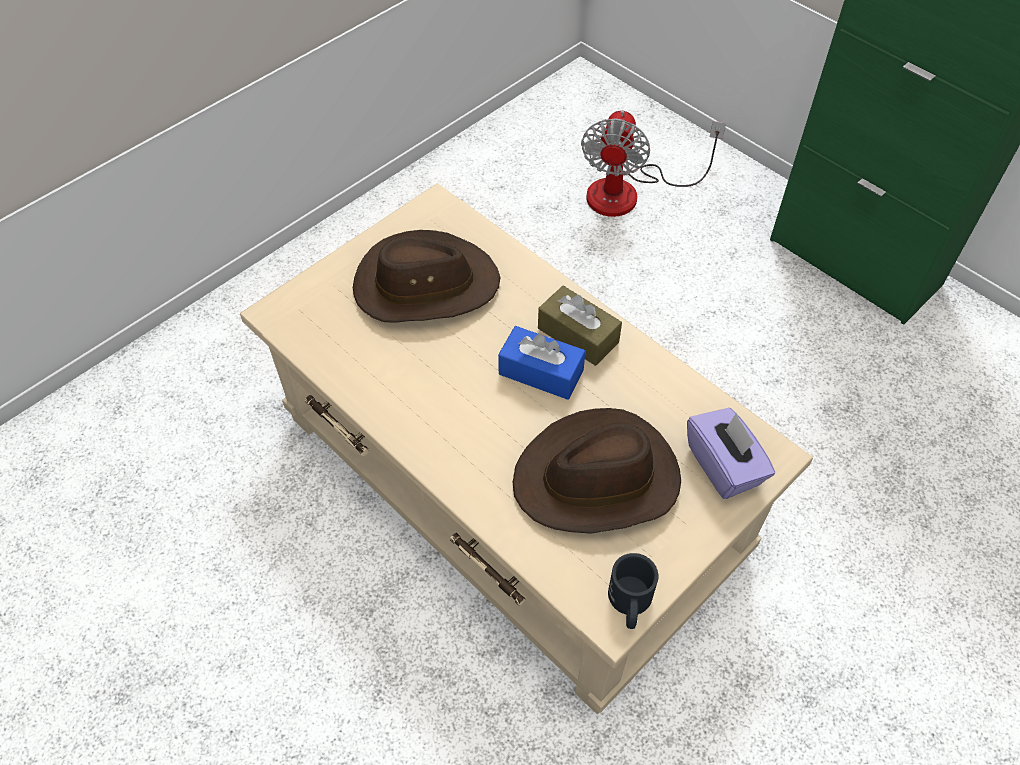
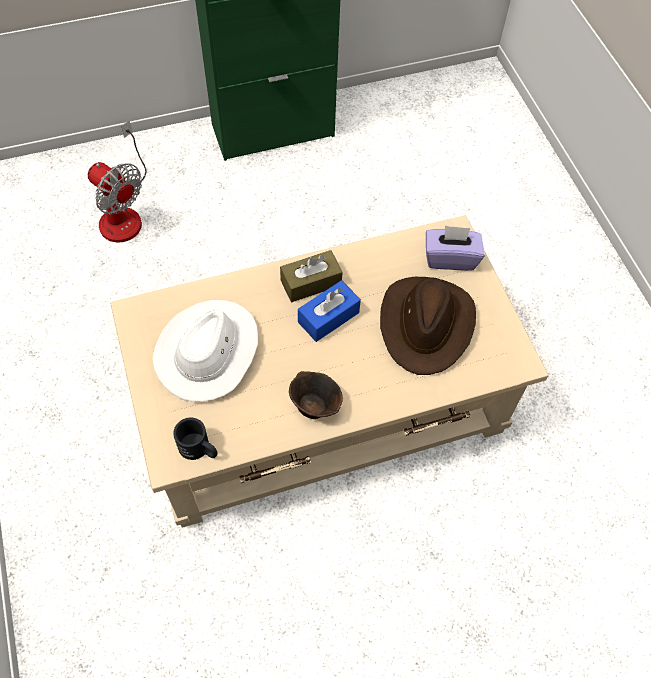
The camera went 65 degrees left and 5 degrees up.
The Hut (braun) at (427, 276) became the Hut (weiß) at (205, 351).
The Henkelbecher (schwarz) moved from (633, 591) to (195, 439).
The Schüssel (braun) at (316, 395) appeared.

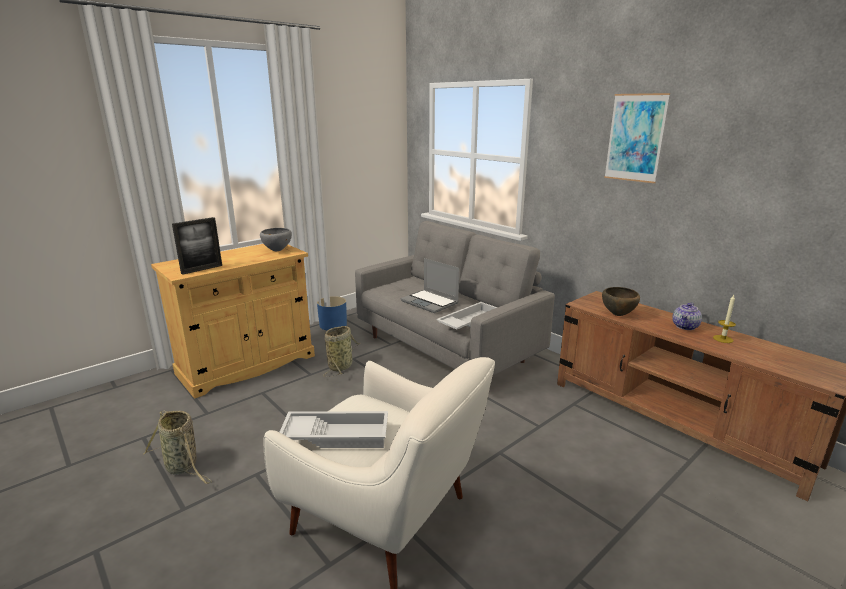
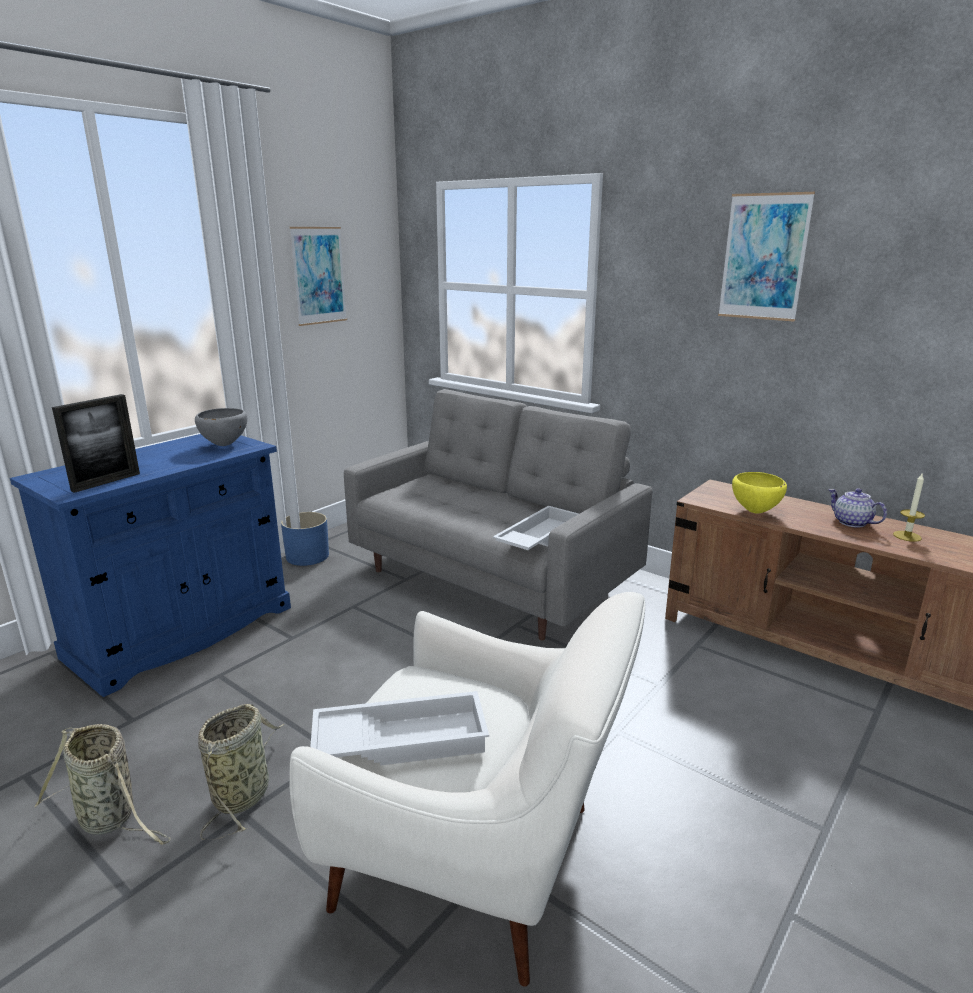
The camera went 10 degrees left and 0 degrees up.
The Schrank (beige) at (233, 321) became the Schrank (blau) at (150, 565).
The Korb moved from (341, 351) to (241, 772).
The Bild at (318, 276) appeared.
The Schüssel (braun) at (621, 301) became the Schüssel (gelb) at (759, 492).
The Teekanne at (687, 316) turned 120 degrees clockwise.
The Laptop at (430, 285) disappeared.

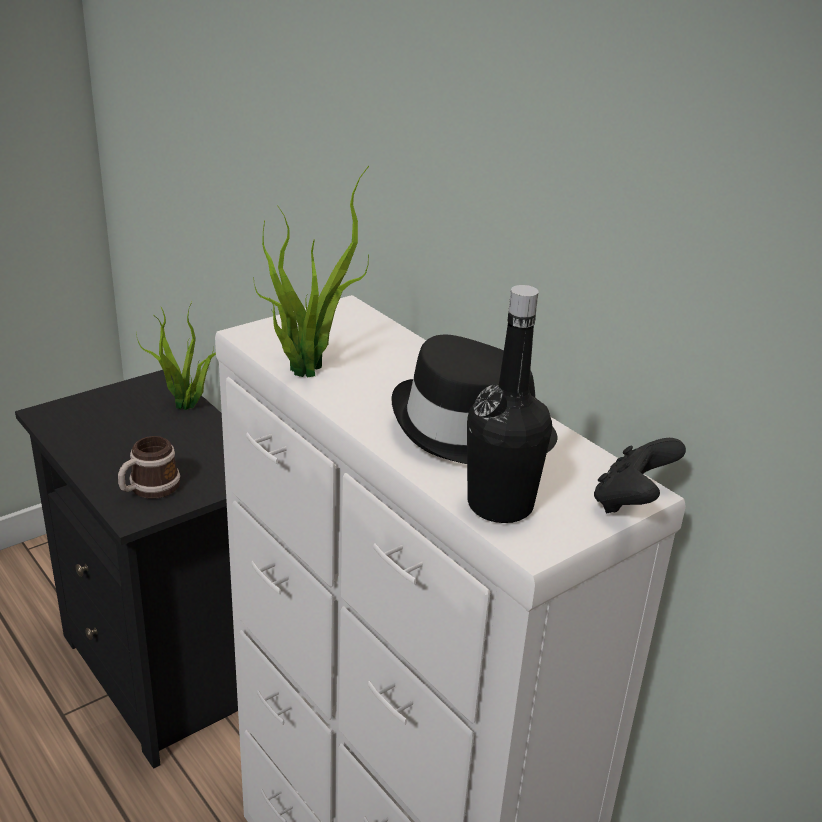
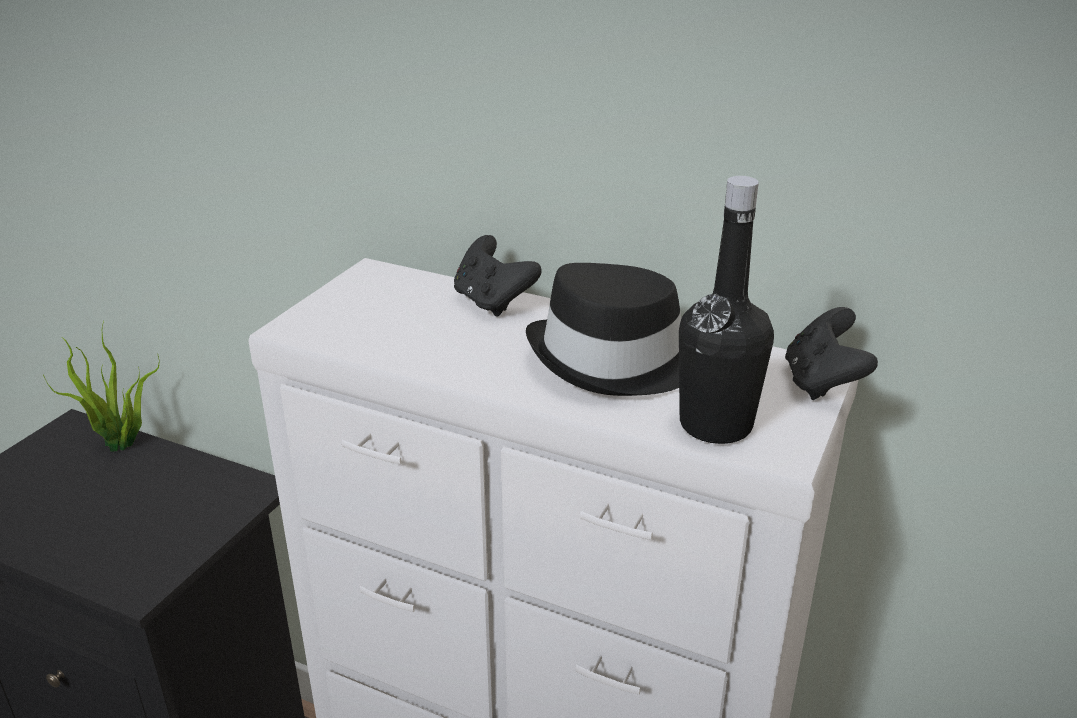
The camera went 25 degrees left and 0 degrees up.
The Gamepad (schwarz) at (498, 276) appeared.
The Henkelbecher at (149, 467) disappeared.
The Topfpflanze at (311, 271) disappeared.

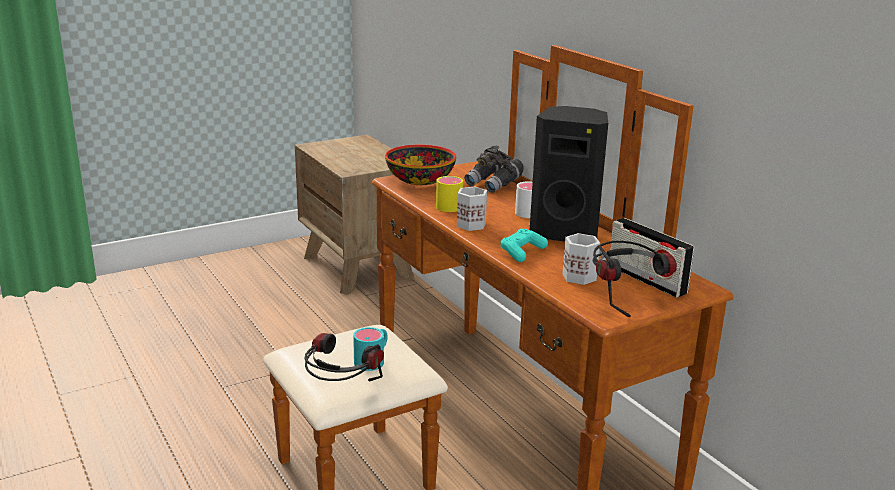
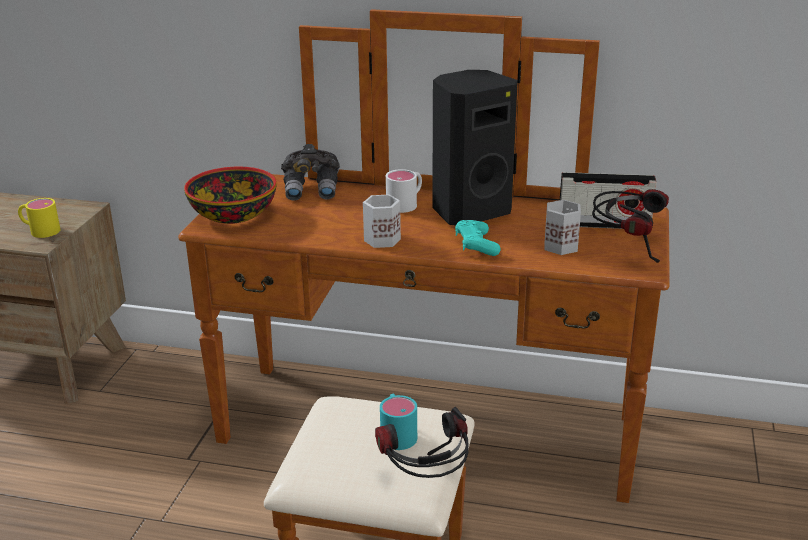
The camera went 45 degrees left and 5 degrees up.
The Henkelbecher (gelb) moved from (449, 194) to (39, 218).

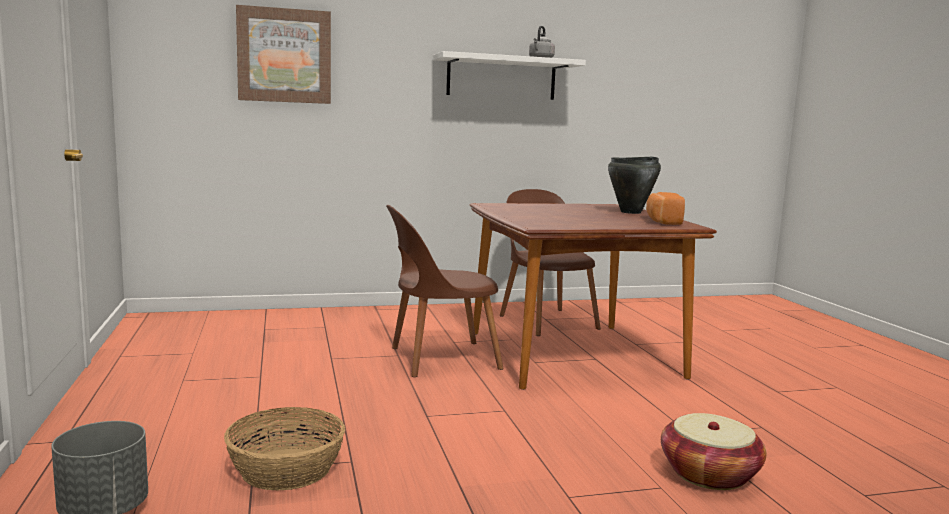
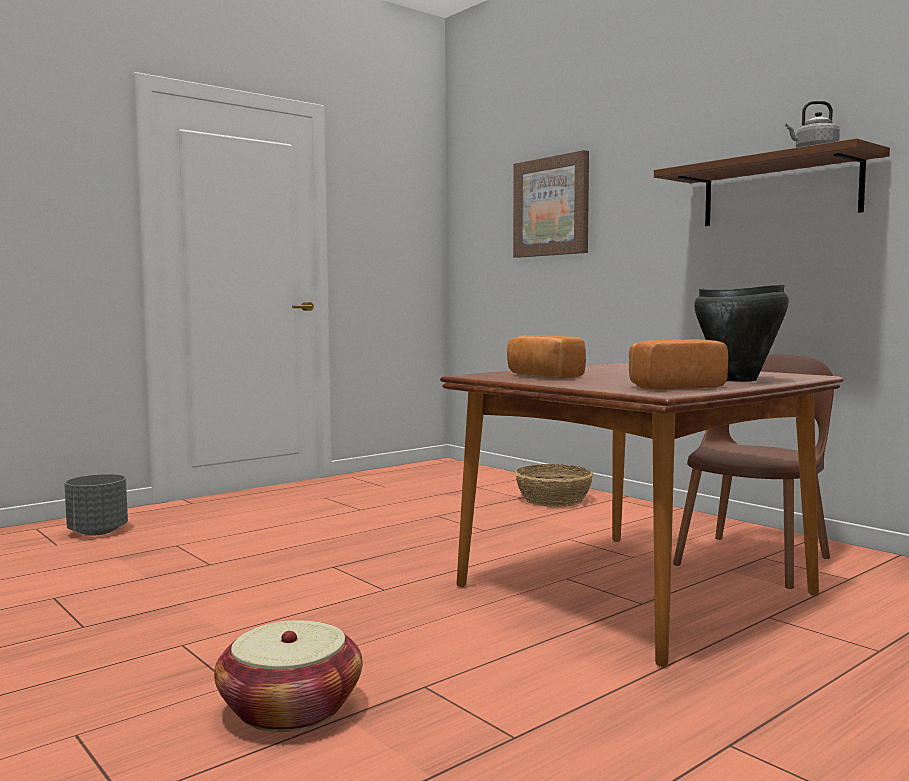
The camera went 65 degrees right and 5 degrees down.
The Brot at (546, 356) appeared.
The Korb moved from (284, 449) to (554, 485).
The Wandregal (weiß) at (509, 75) became the Wandregal (braun) at (772, 182).
The Stuhl (braun) at (445, 291) disappeared.

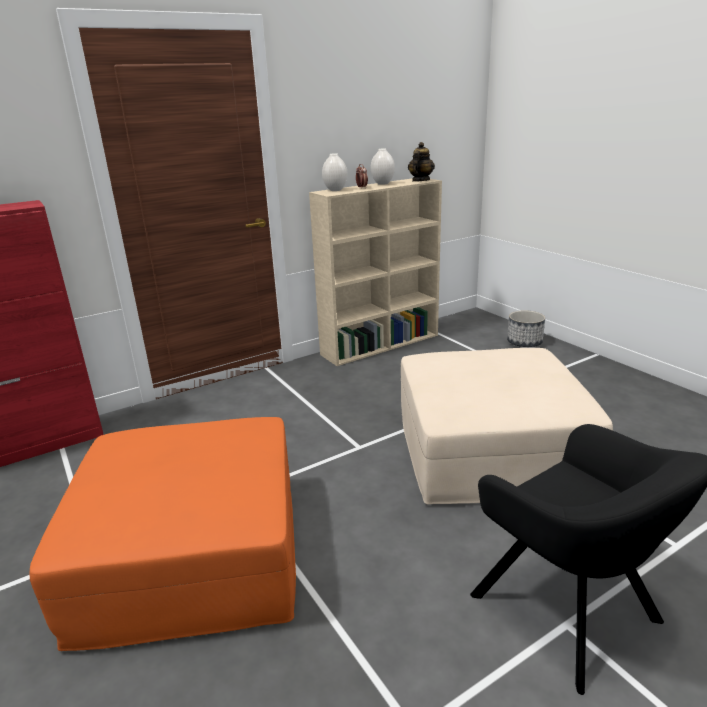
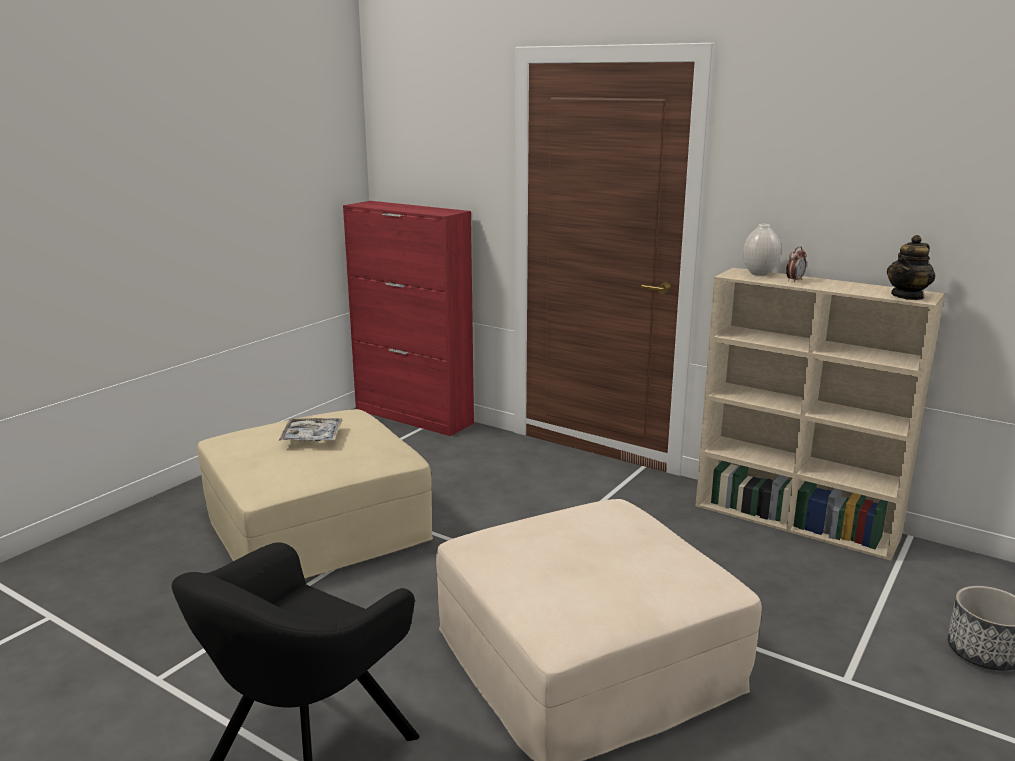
The camera went 65 degrees right and 5 degrees down.
The Polsterhocker (orange) at (163, 534) became the Polsterhocker (beige) at (315, 493).
The Tablett at (310, 429) appeared.
The Teekanne at (421, 162) turned 135 degrees clockwise.
The Vase (weiß) at (382, 167) disappeared.

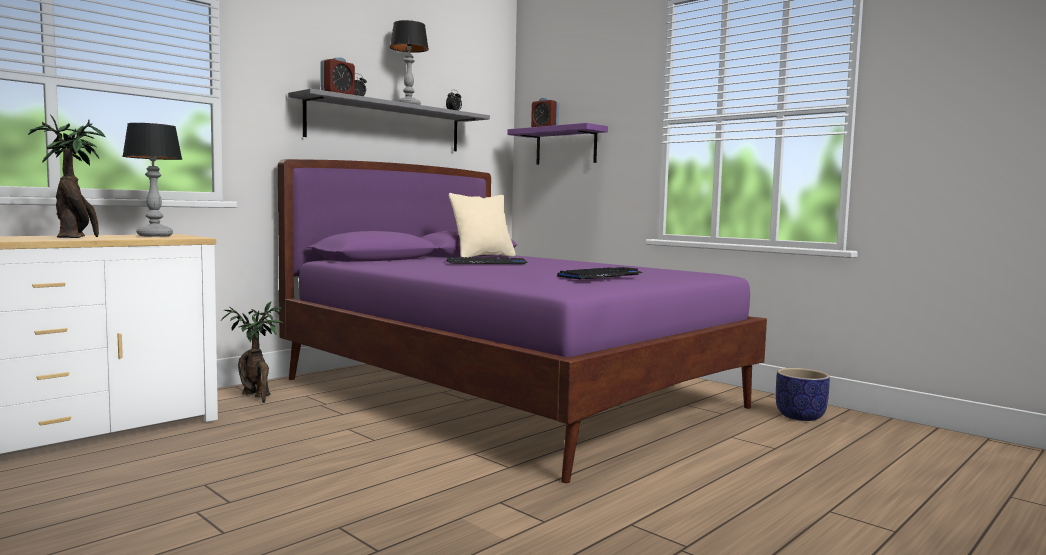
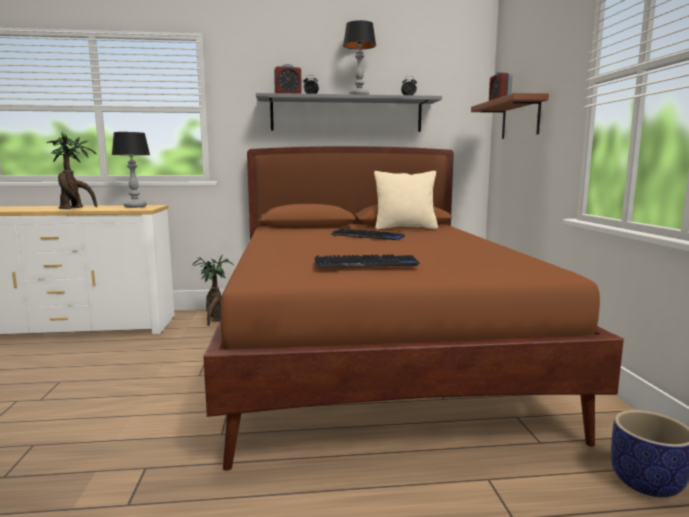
The camera went 40 degrees right and 5 degrees up.
The Bett (lila) at (522, 321) became the Bett (braun) at (413, 308).
The Wandregal (lila) at (557, 144) became the Wandregal (braun) at (510, 116).

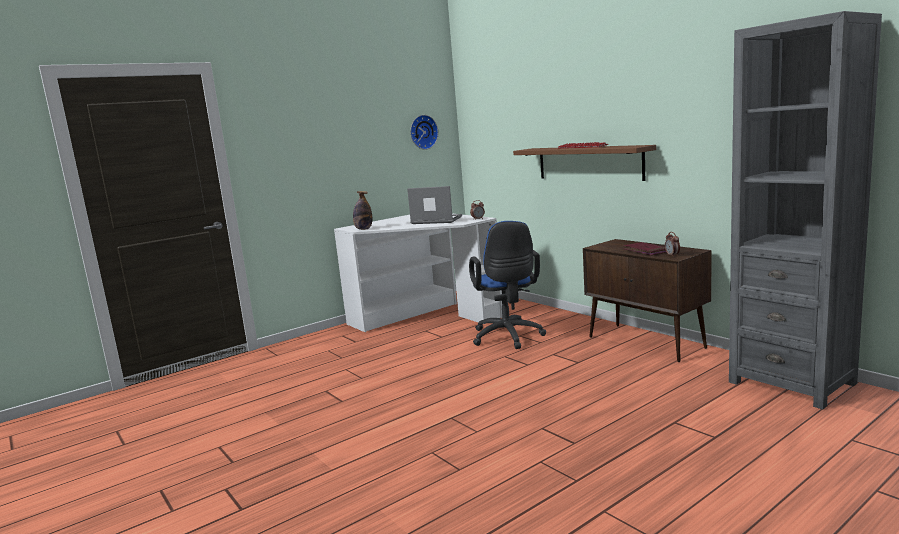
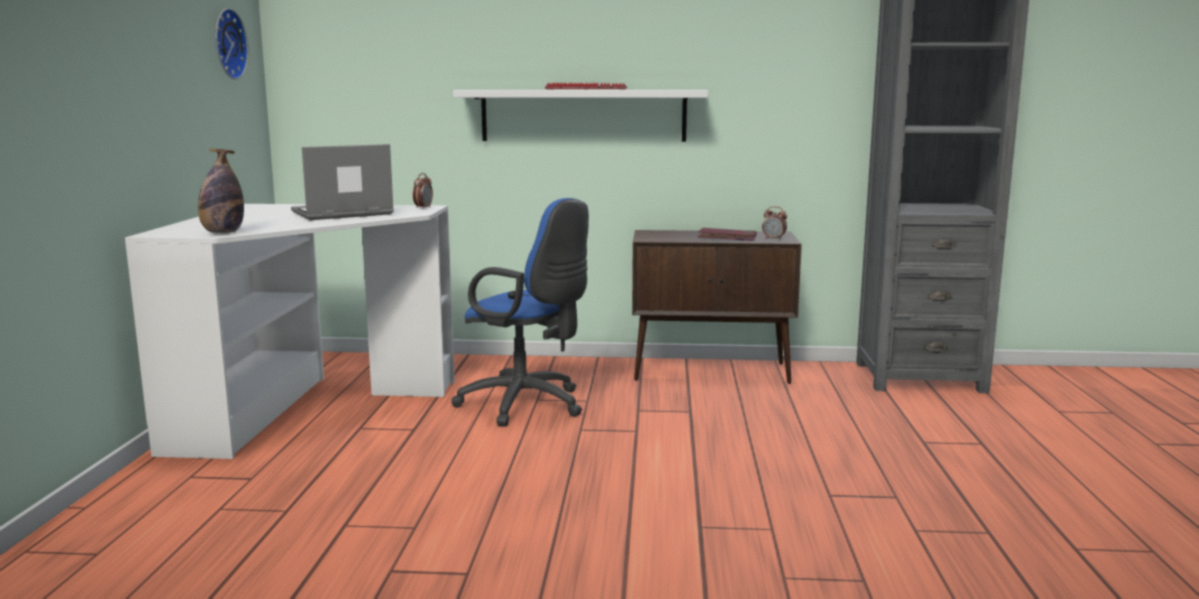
The camera went 50 degrees left and 0 degrees up.
The Wandregal (braun) at (584, 163) became the Wandregal (weiß) at (581, 116).

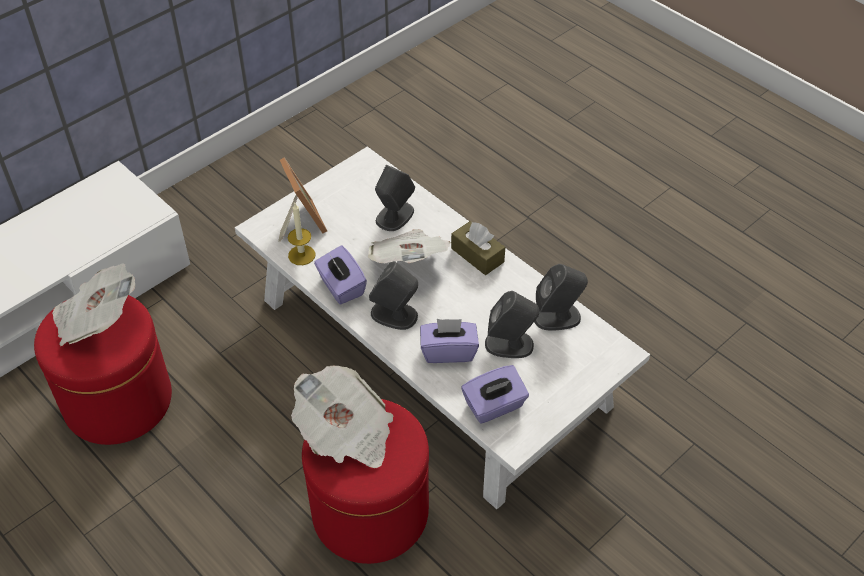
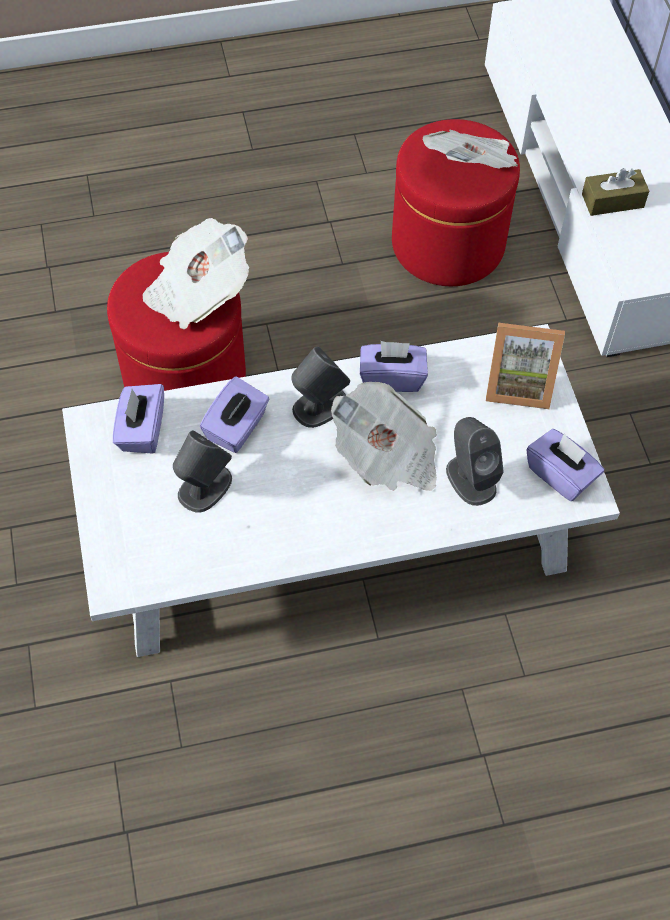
The camera went 120 degrees right and 10 degrees up.
The Taschentuchbox (lila) at (565, 465) appeared.
The Taschentuchbox (braun) moved from (478, 248) to (615, 192).
The Kerze at (302, 234) disappeared.
The Lautsprecher (grau) at (561, 297) disappeared.

